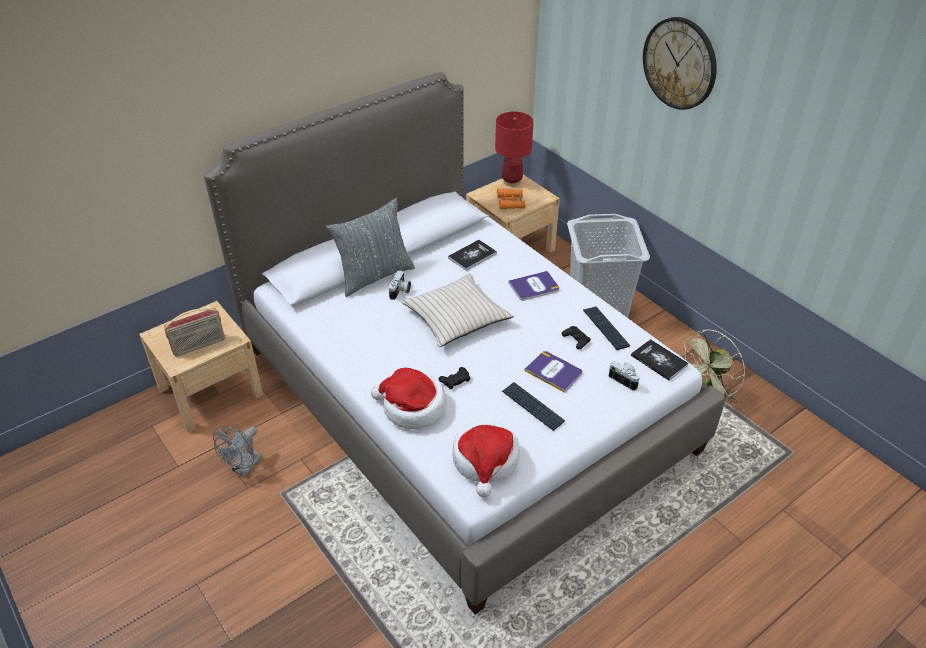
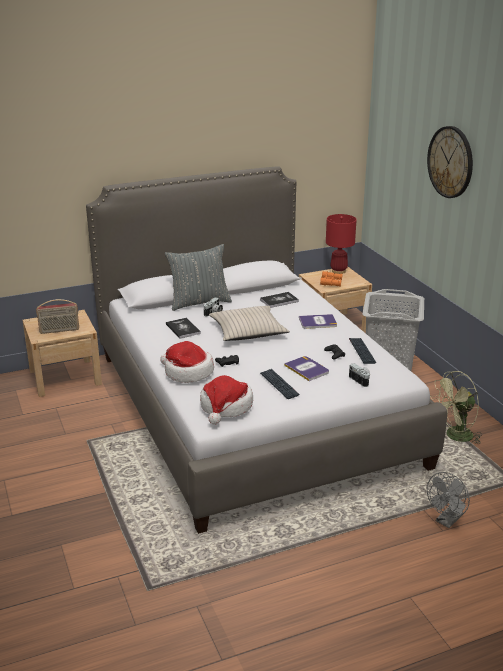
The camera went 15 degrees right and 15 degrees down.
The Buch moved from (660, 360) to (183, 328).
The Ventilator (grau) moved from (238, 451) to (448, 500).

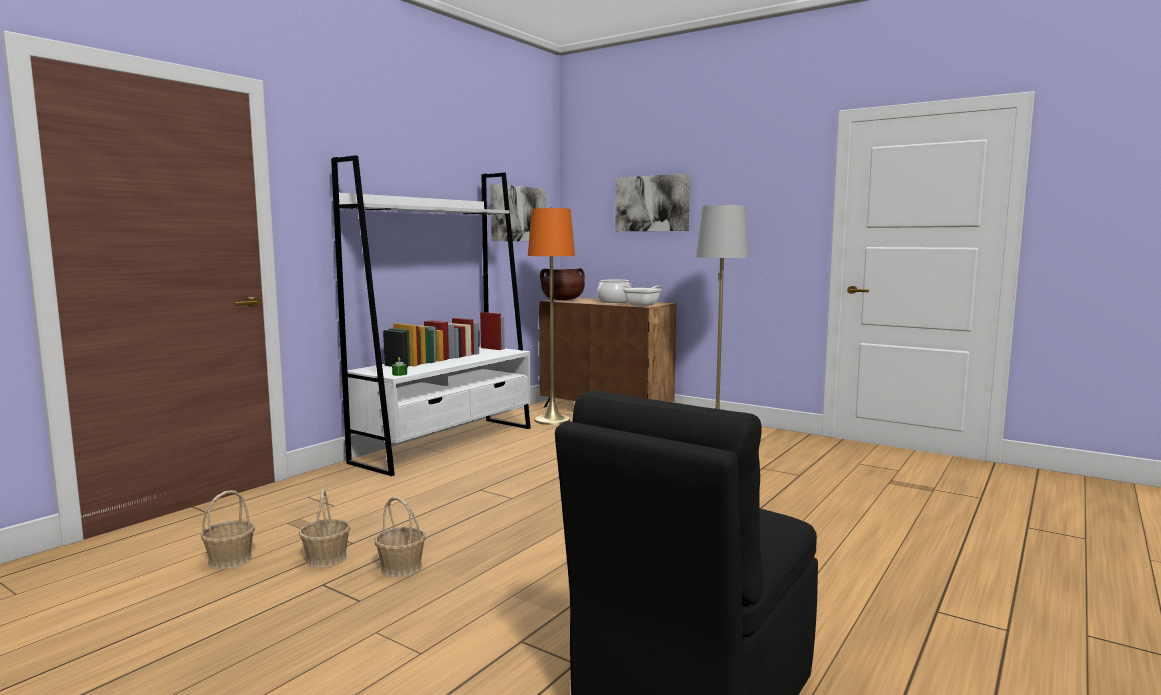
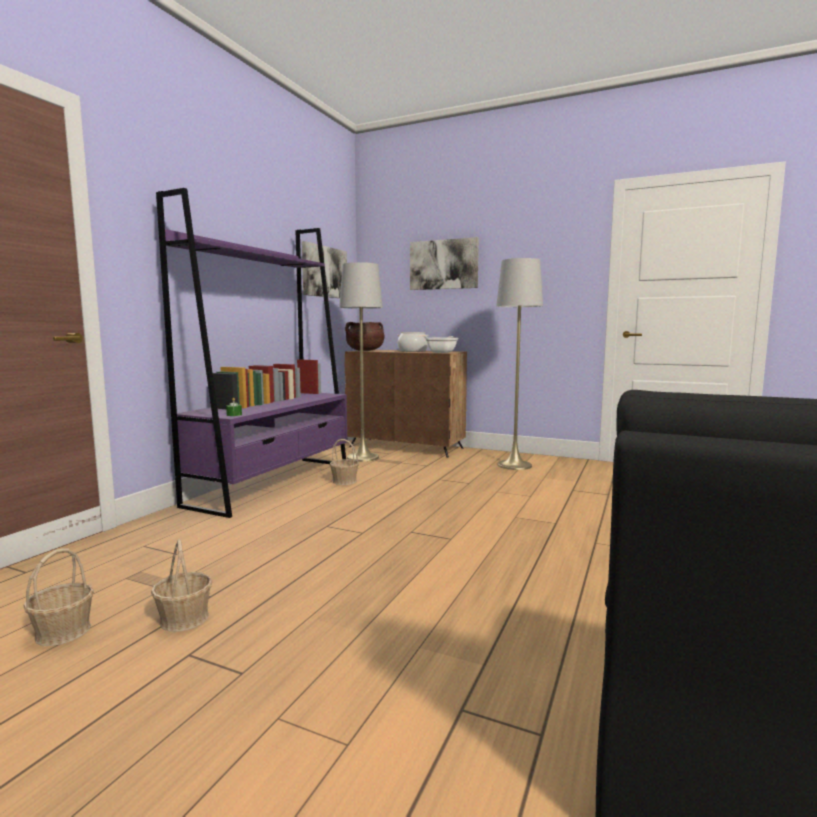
The camera went 10 degrees left and 0 degrees up.
The Bücherregal (weiß) at (431, 315) became the Bücherregal (lila) at (251, 353).
The Korb moved from (400, 536) to (344, 462).
The Stehlampe (orange) at (551, 316) became the Stehlampe (grau) at (361, 362).

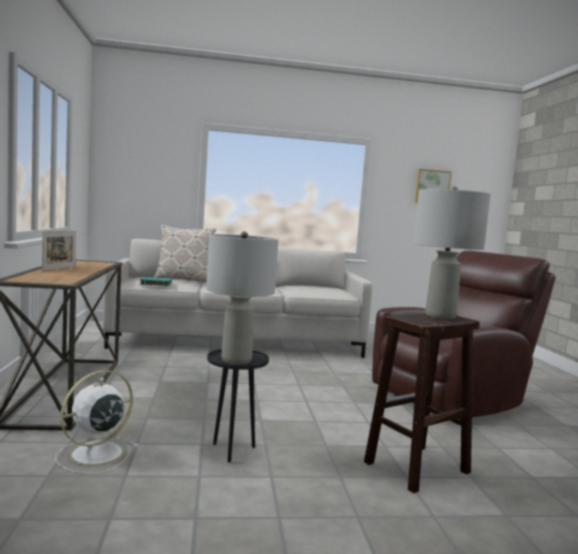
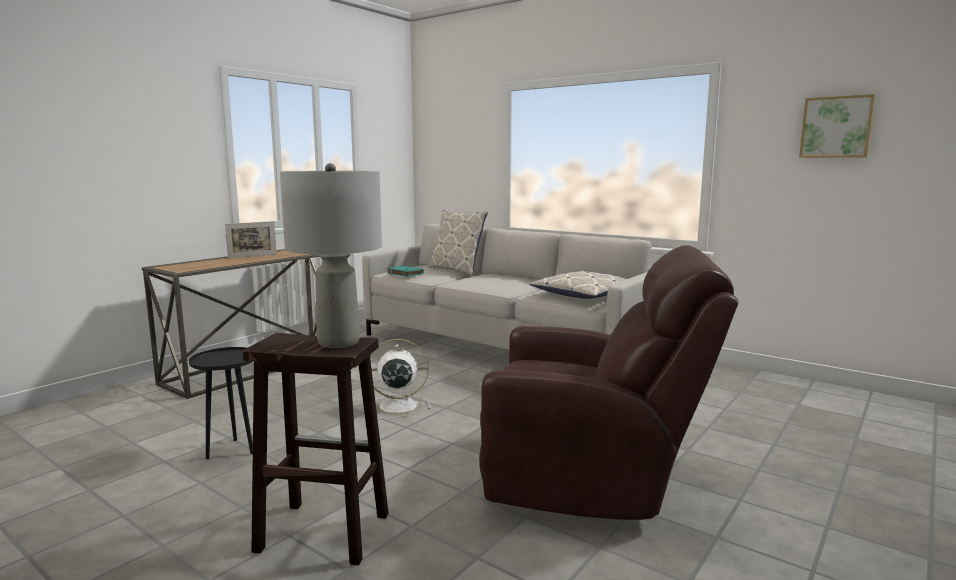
The camera went 45 degrees right and 5 degrees up.
The Ventilator (weiß) moved from (97, 422) to (400, 379).
The Kissen at (577, 284) appeared.
The Tischlampe (grau) at (242, 297) disappeared.

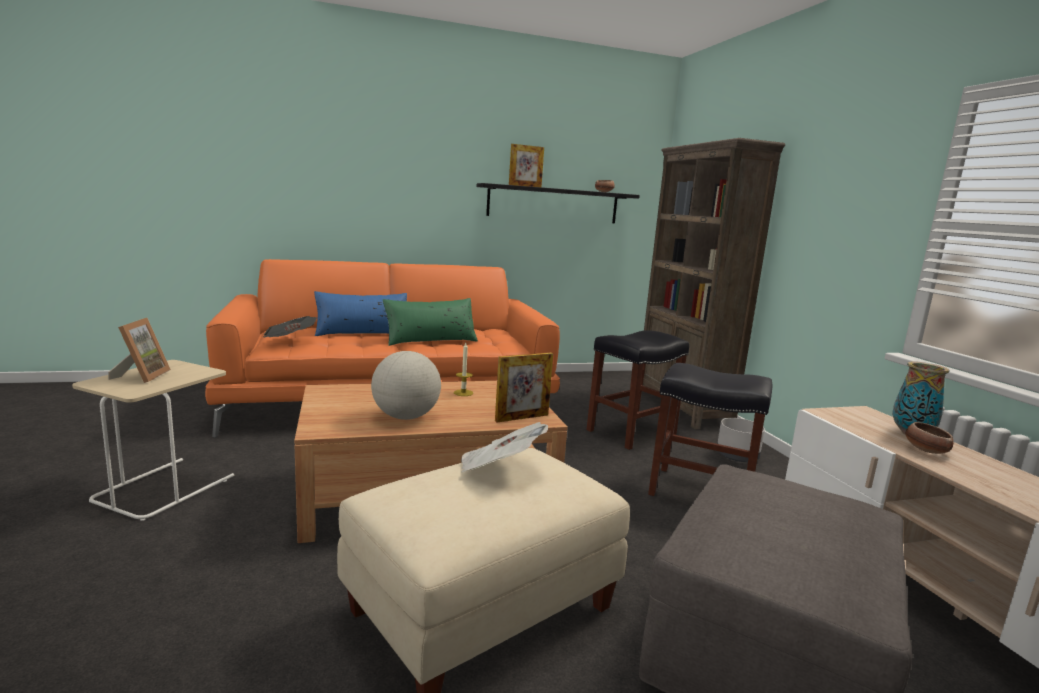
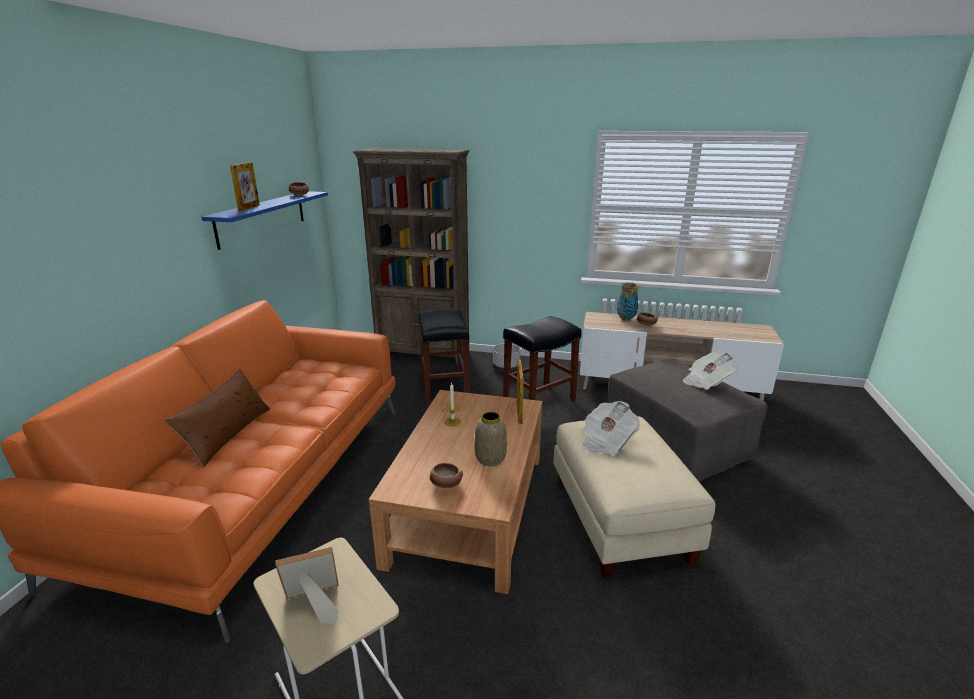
The camera went 60 degrees left and 10 degrees up.
The Kissen (blau) at (360, 313) became the Kissen (braun) at (217, 417).
The Wandregal (schwarz) at (558, 203) became the Wandregal (blau) at (265, 220).
The Bilderrahmen at (139, 350) turned 45 degrees counterclockwise.
The Schüssel at (446, 476) appeared.
The Globus at (406, 385) was replaced by the Vase at (491, 438).
The Zeitung moved from (290, 326) to (710, 371).
The Kissen (grün) at (430, 322) disappeared.

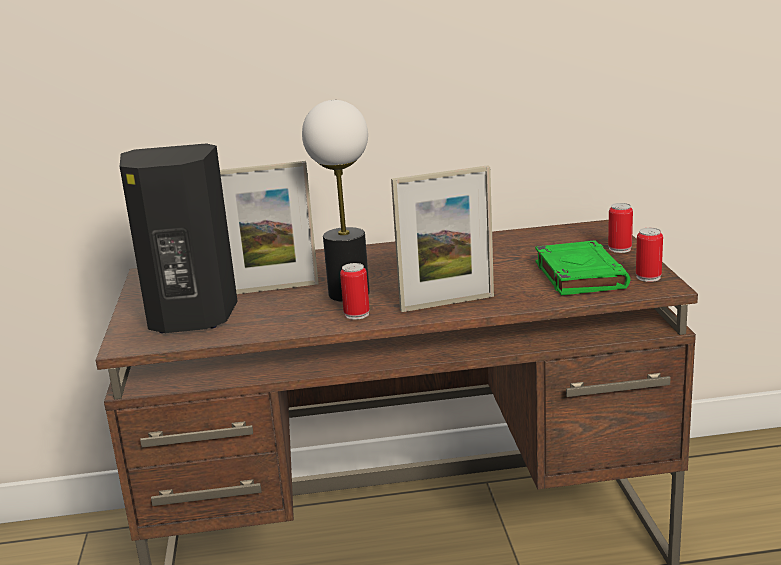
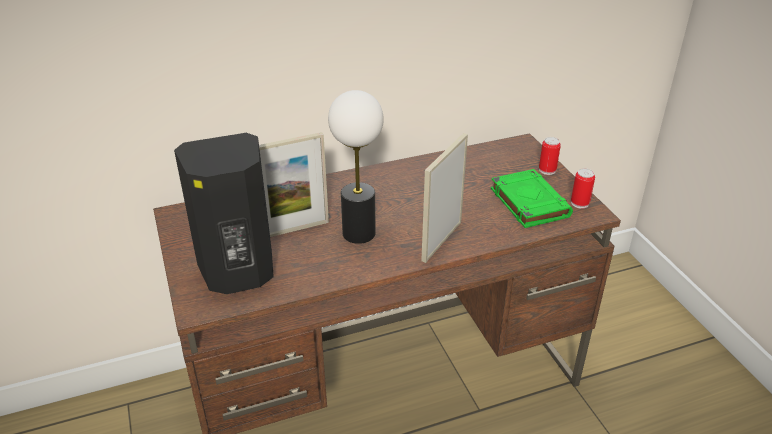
The camera went 15 degrees left and 15 degrees up.
The Bilderrahmen at (442, 238) turned 150 degrees clockwise.
The Dose at (355, 291) disappeared.

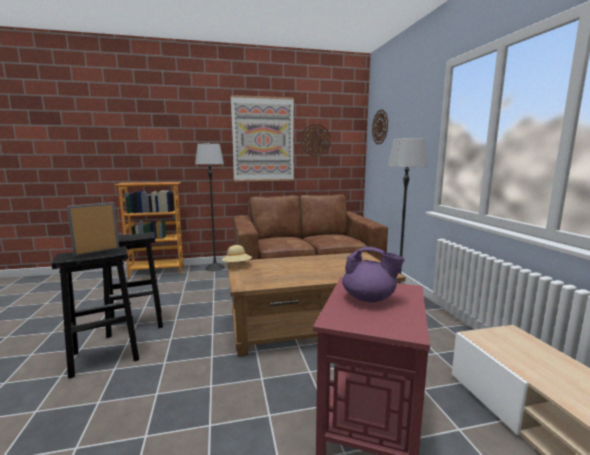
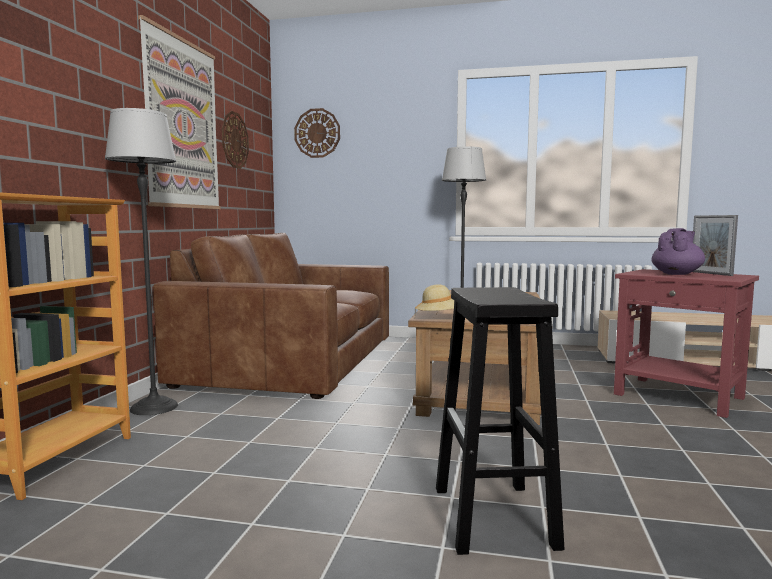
The camera went 65 degrees left and 5 degrees down.
The Bilderrahmen moved from (93, 229) to (715, 245).
The Hocker (schwarz) at (133, 285) disappeared.

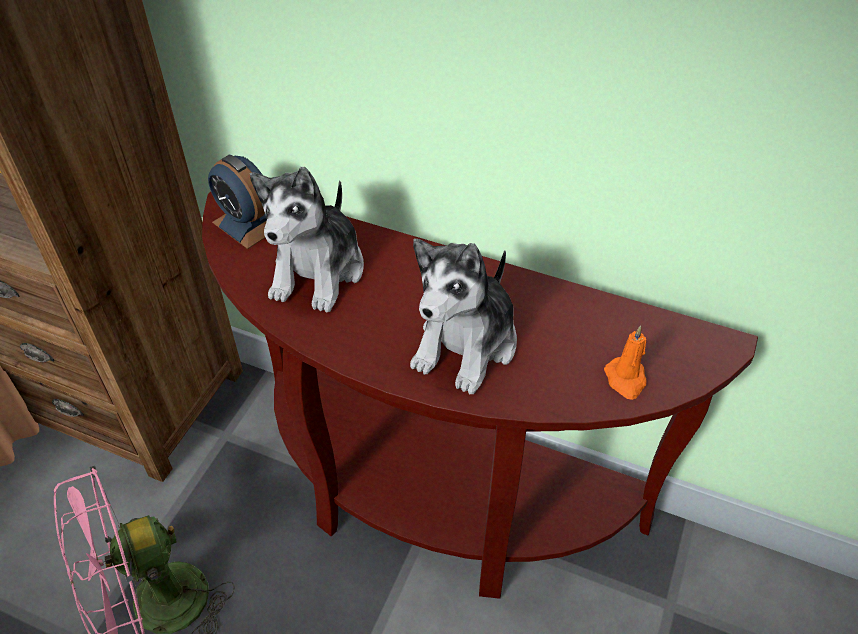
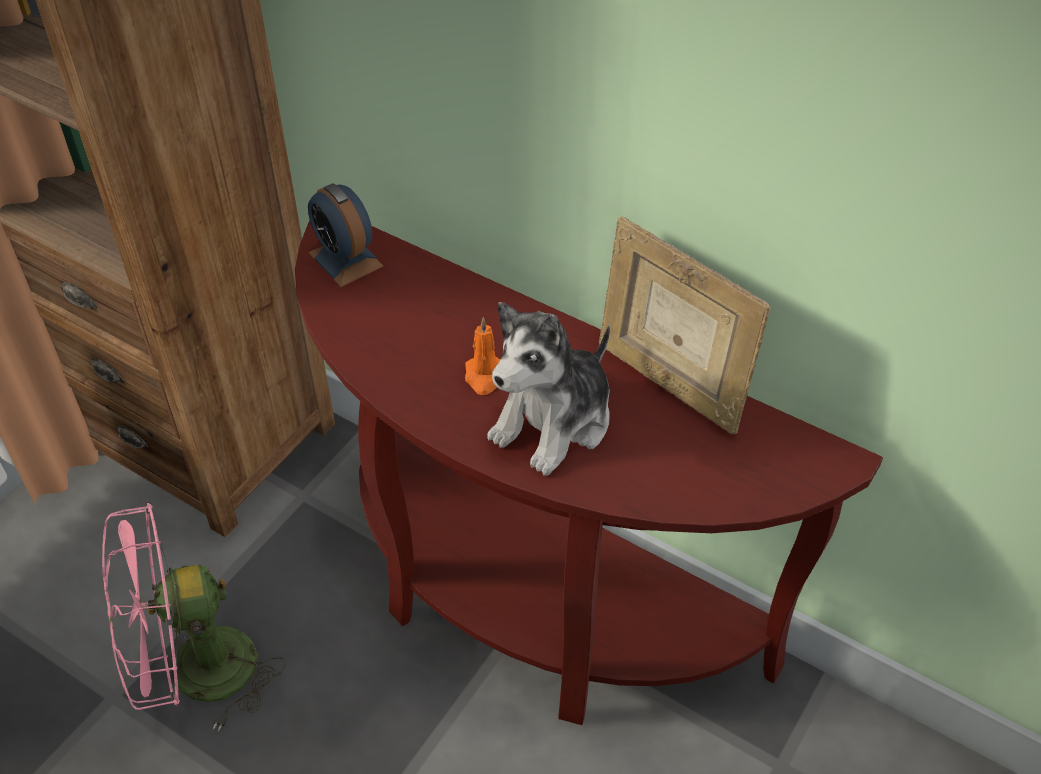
The camera went 10 degrees right and 0 degrees up.
The Kerze (orange) moved from (625, 363) to (482, 356).
The Bilderrahmen at (685, 325) appeared.
The Plüschtier at (307, 240) disappeared.

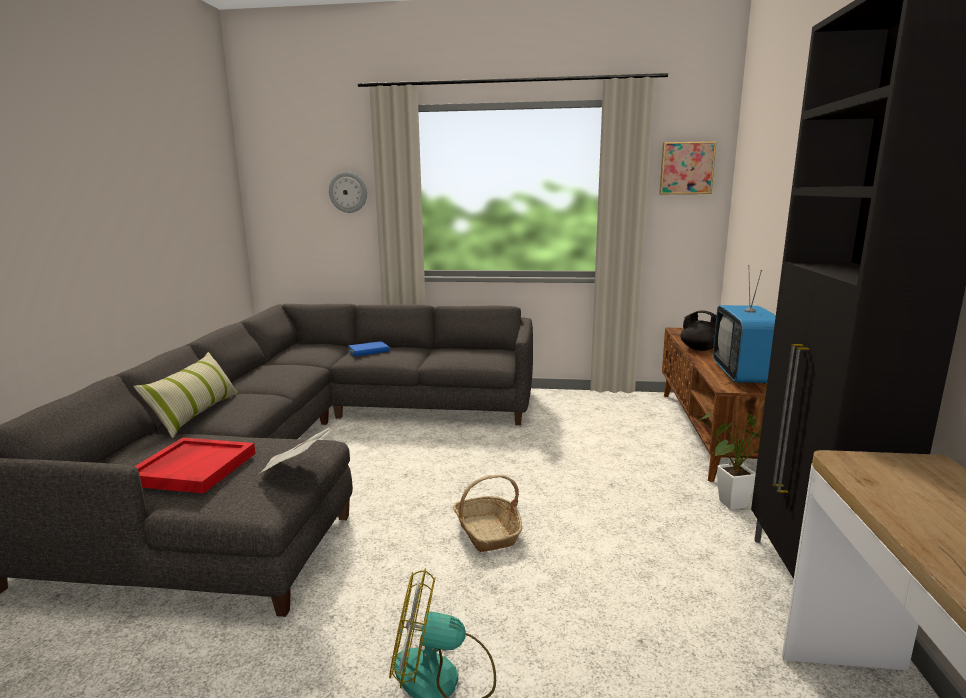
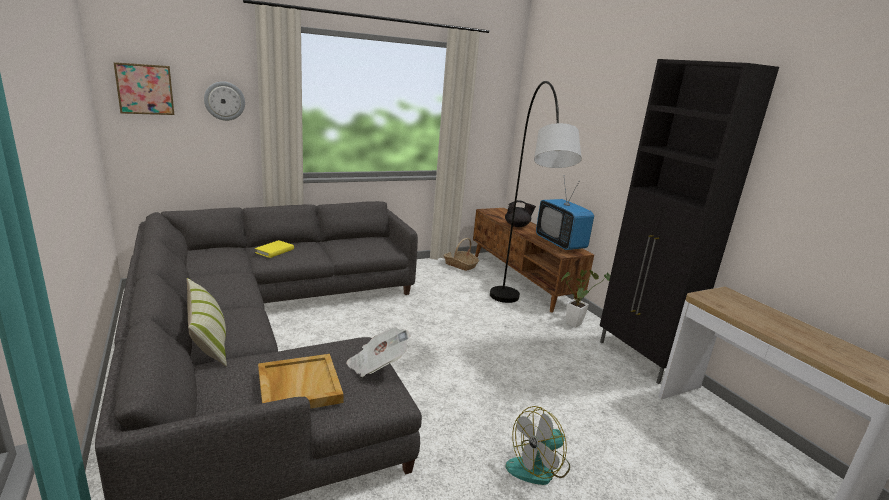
The camera went 35 degrees left and 5 degrees up.
The Bild moved from (687, 167) to (144, 88).
The Buch (blau) at (368, 348) became the Buch (gelb) at (274, 249).
The Tablett (rot) at (194, 465) became the Tablett (beige) at (301, 381).
The Korb moved from (487, 513) to (461, 254).
The Stehlampe (grau) at (536, 192) appeared.

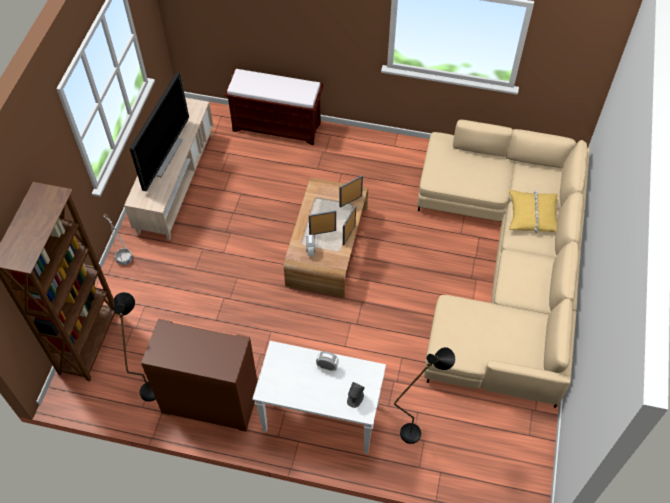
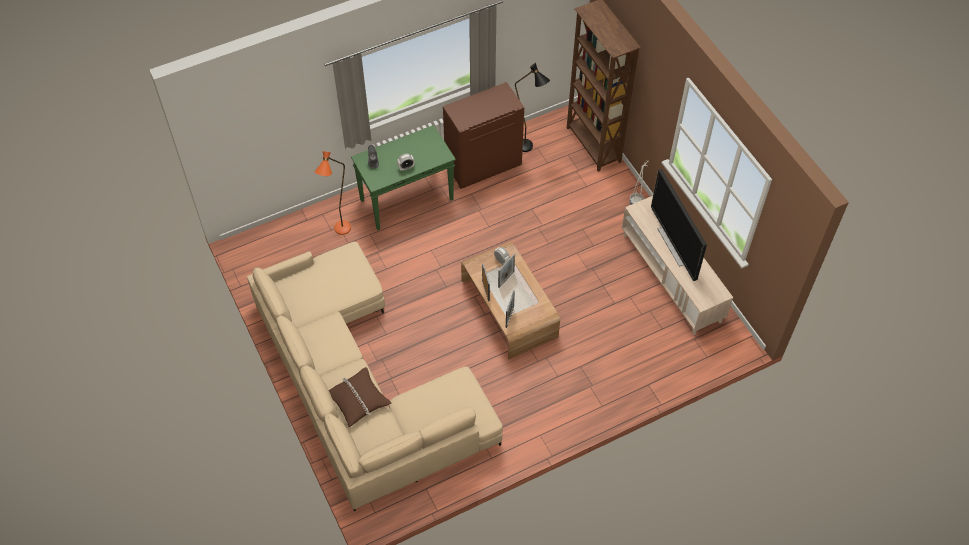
The camera went 140 degrees right and 0 degrees up.
The Stehlampe (schwarz) at (424, 395) became the Stehlampe (orange) at (333, 193).
The Kissen (gelb) at (533, 211) became the Kissen (braun) at (360, 397).
The Konsolentisch (weiß) at (319, 397) became the Konsolentisch (grün) at (403, 177).
The Bank (braun) at (274, 107) disappeared.

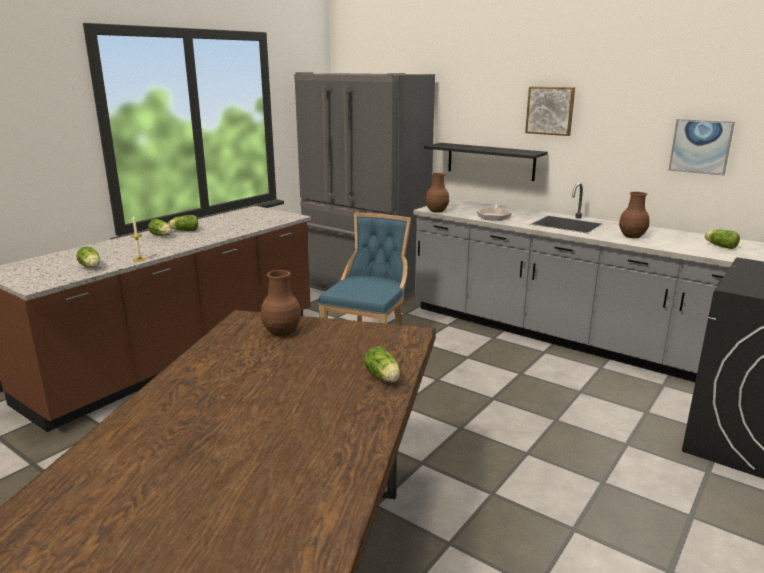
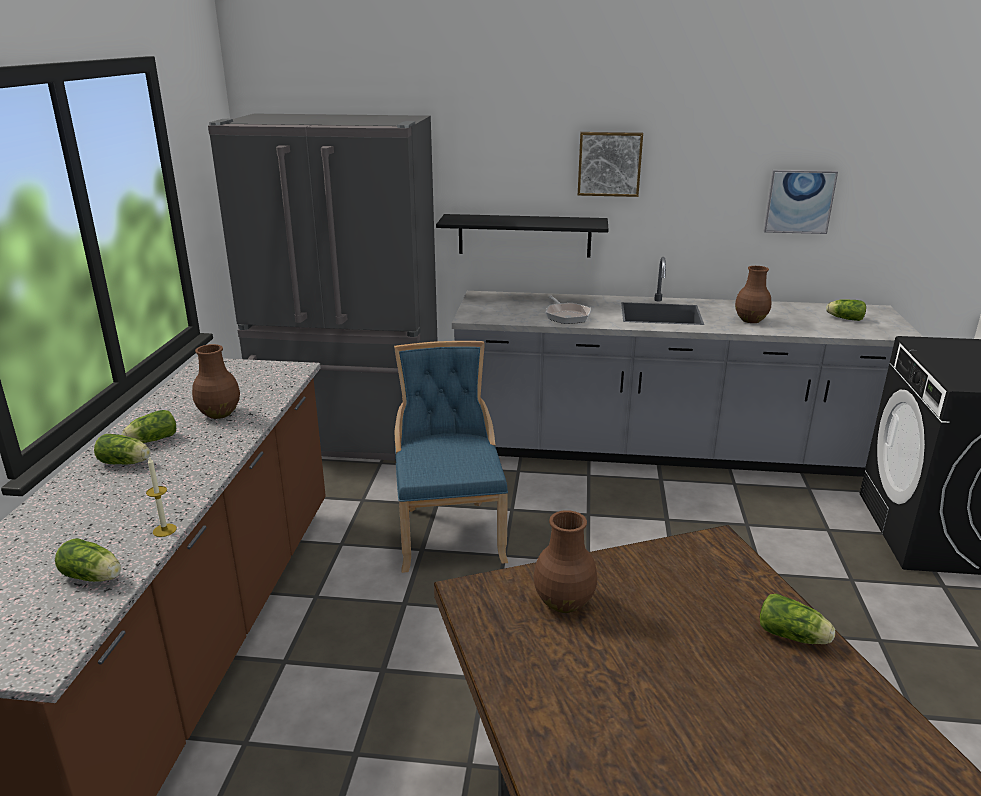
The camera went 30 degrees left and 5 degrees up.
The Vase (braun) moved from (437, 193) to (216, 381).

